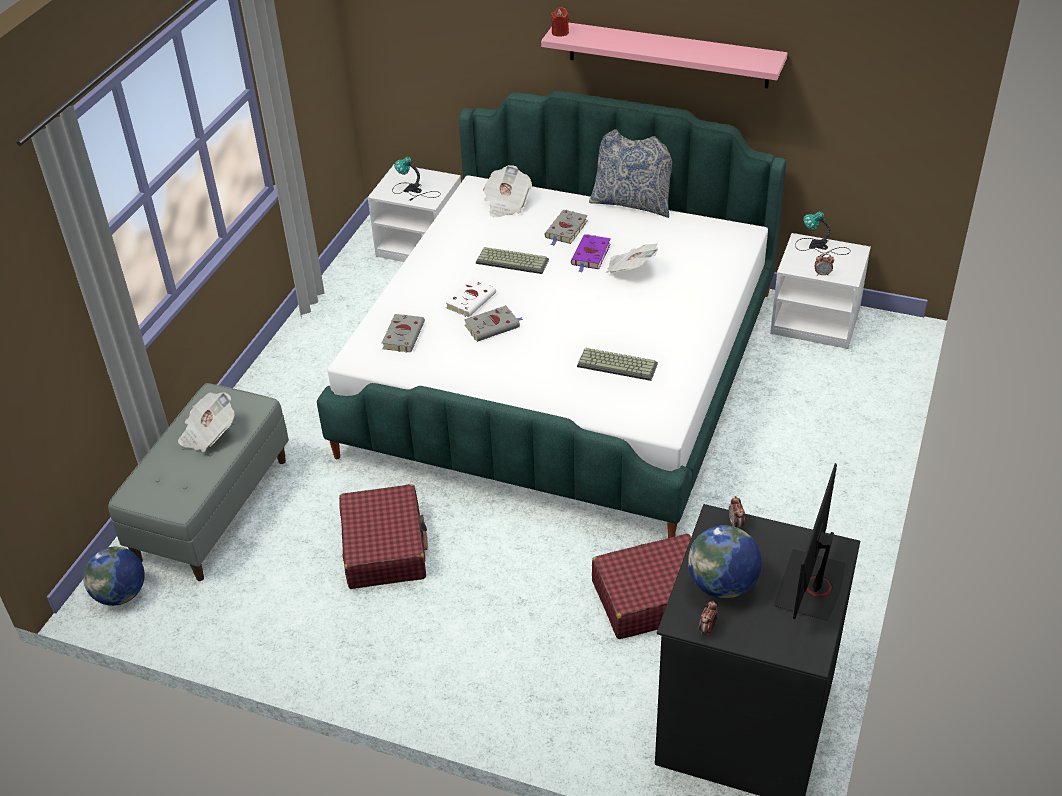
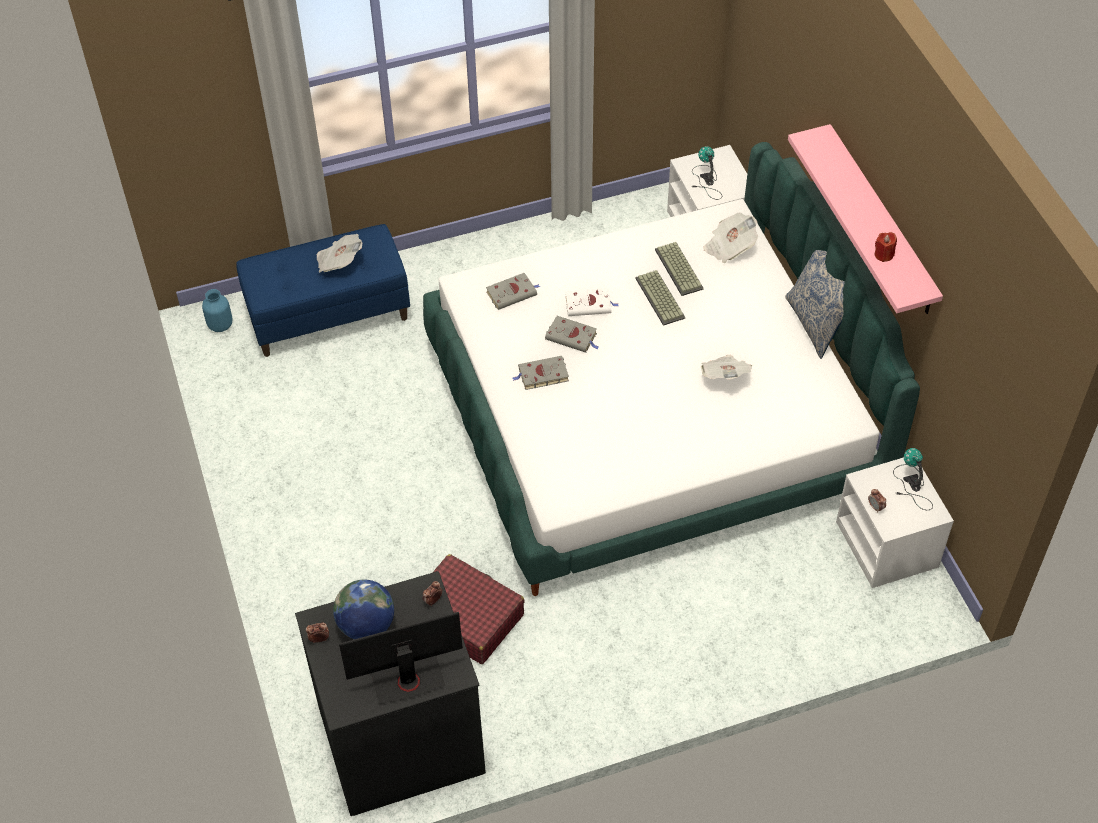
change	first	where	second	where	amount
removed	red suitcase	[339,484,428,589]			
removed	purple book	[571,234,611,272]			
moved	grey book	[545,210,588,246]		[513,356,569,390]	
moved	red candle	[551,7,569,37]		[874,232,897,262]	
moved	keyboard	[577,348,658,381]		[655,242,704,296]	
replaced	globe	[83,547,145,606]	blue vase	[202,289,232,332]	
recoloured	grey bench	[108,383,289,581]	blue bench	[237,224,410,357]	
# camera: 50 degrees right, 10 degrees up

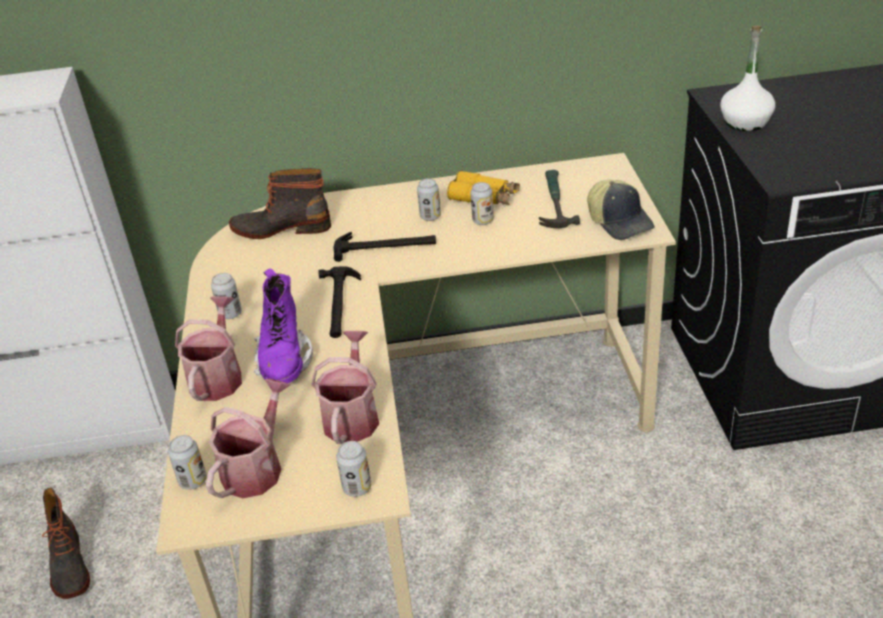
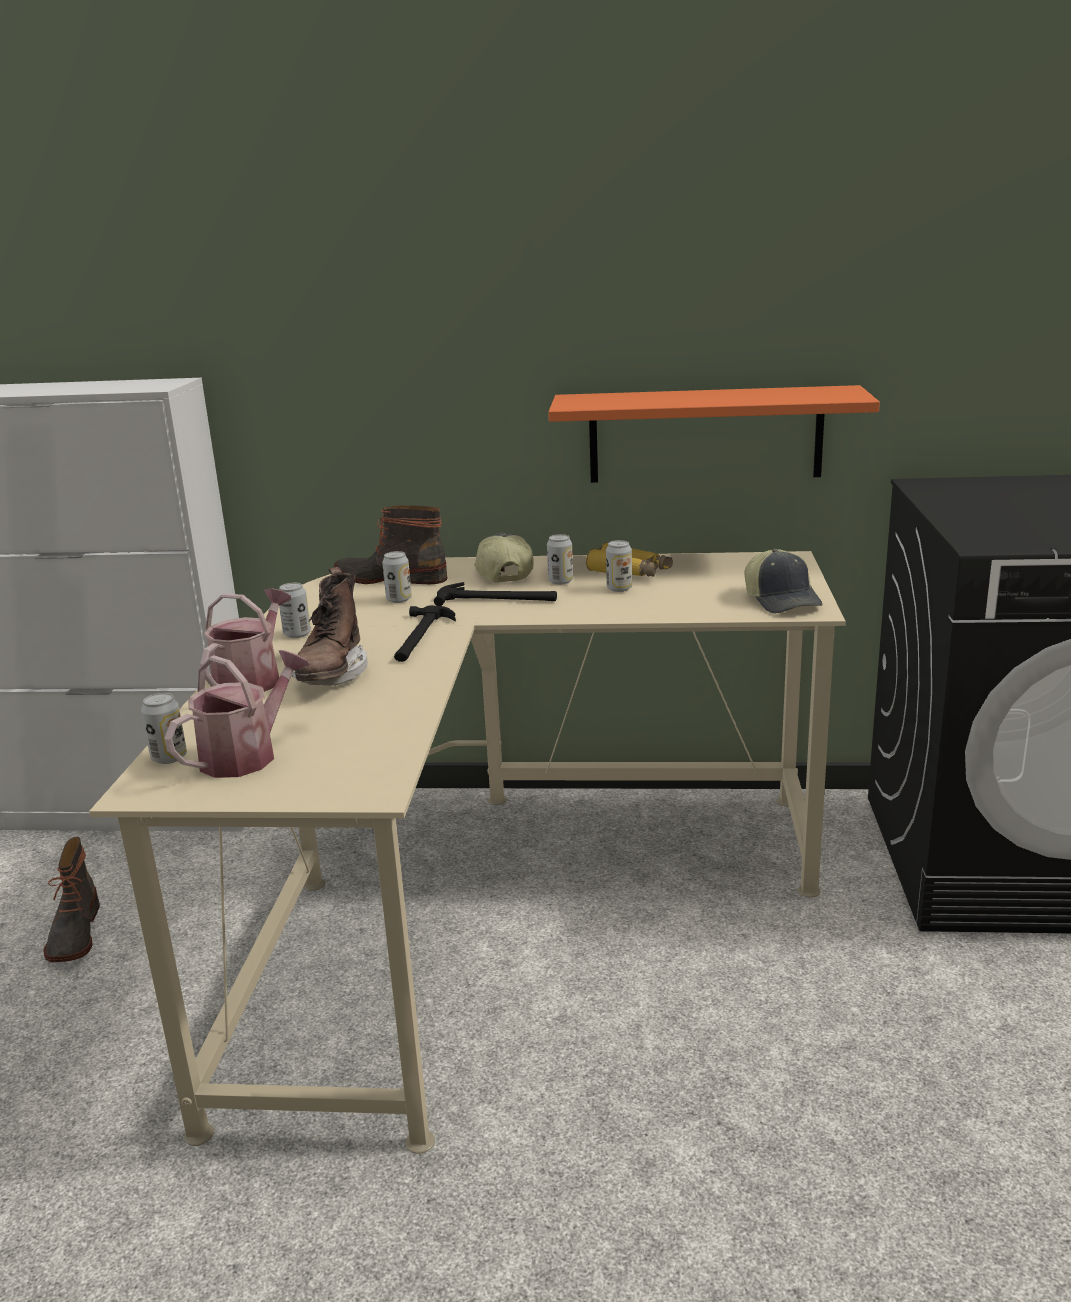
change	first	where	second	where	amount
removed	watering can	[311,331,379,444]			
removed	hammer	[539,170,580,228]			
removed	white bottle	[720,25,775,131]			
added			cap	[474,532,534,583]	
added			orange shelf	[548,385,880,483]	
moved	can	[336,441,371,497]		[382,551,412,603]	
recoloured	purple boot	[254,268,313,383]	brown boot	[291,567,368,685]	
# camera: 10 degrees right, 15 degrees down

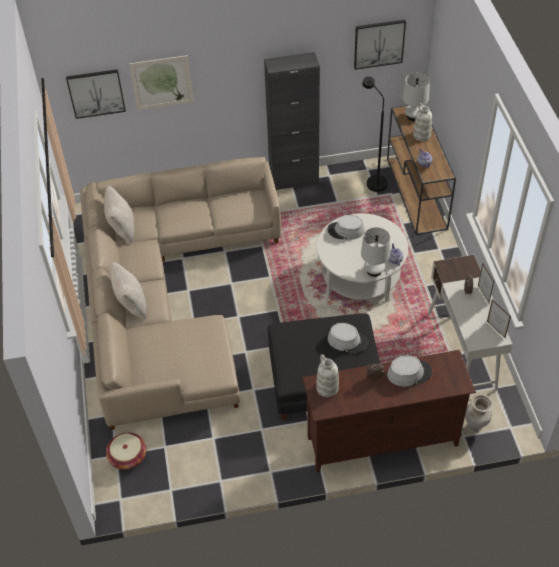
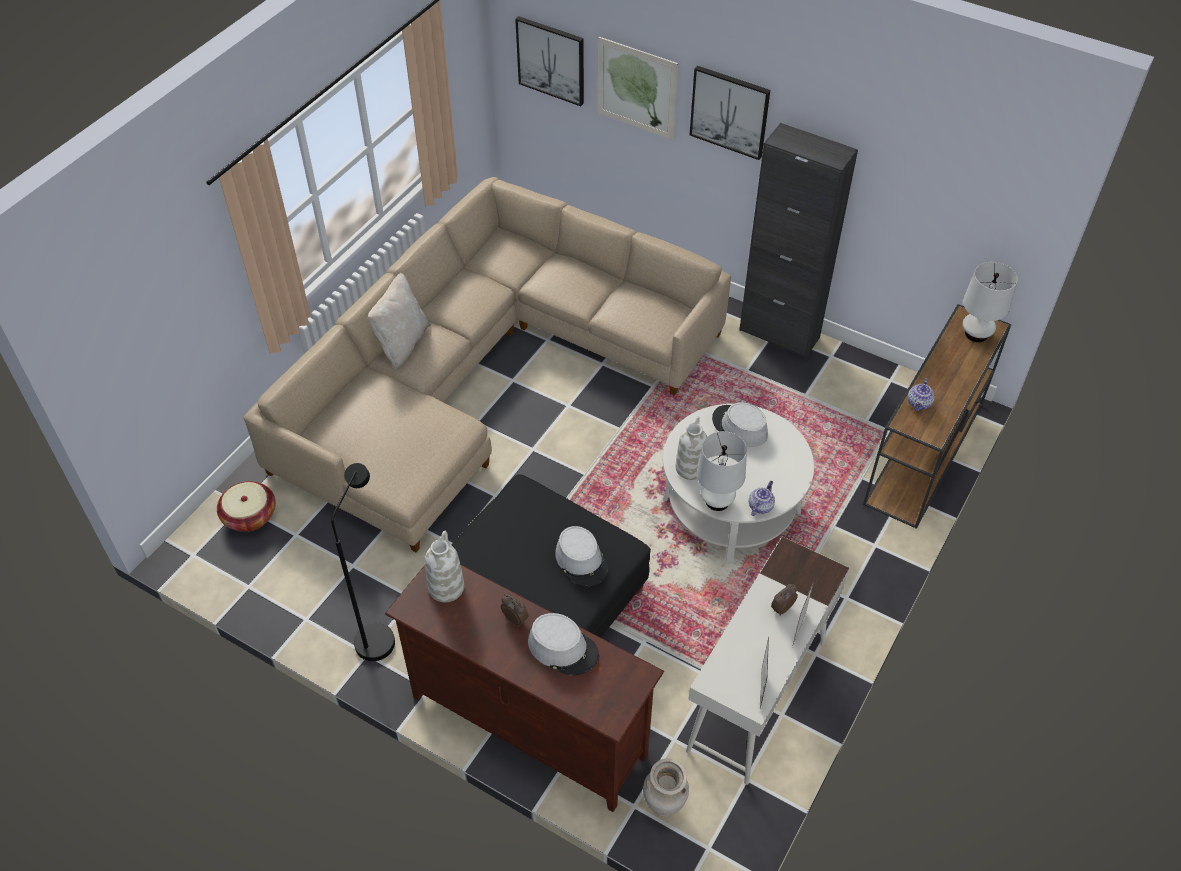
change	first	where	second	where	amount
removed	beige pillow	[104,186,134,244]			
moved	picture	[354,20,406,70]		[690,66,770,160]	
moved	black floor lamp	[362,76,388,192]		[331,463,395,661]	
moved	white vase	[413,103,432,141]		[675,416,707,480]	
# camera: 40 degrees right, 0 degrees up

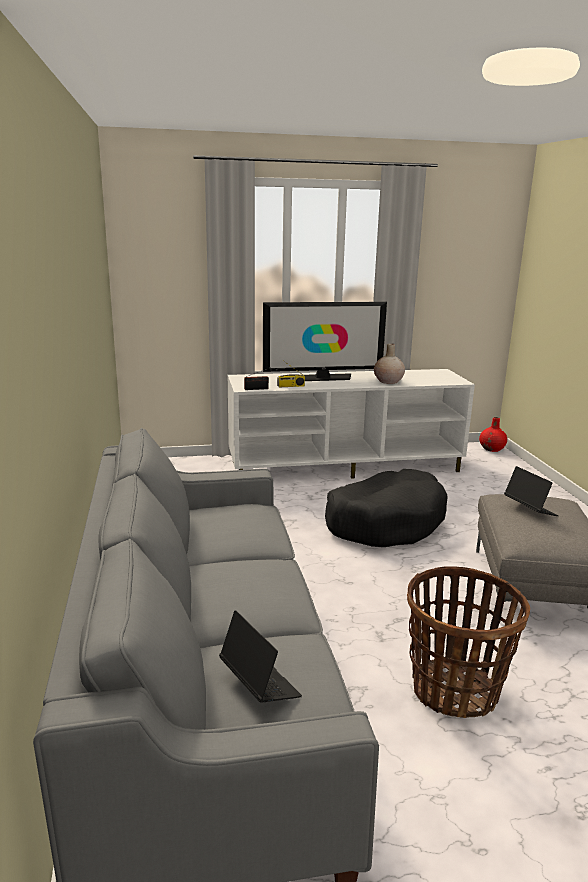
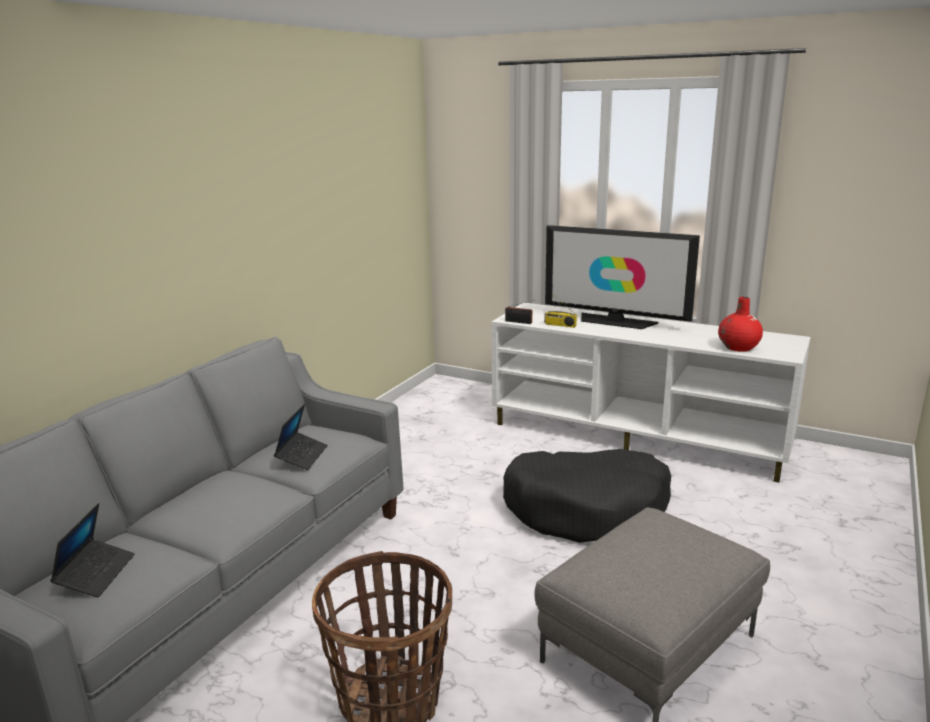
change	first	where	second	where	amount
removed	beige vase	[374,343,405,384]			
moved	red vase	[479,417,507,452]		[718,297,763,352]	
moved	laptop	[504,466,559,516]		[274,404,328,470]	
# camera: 40 degrees right, 0 degrees up

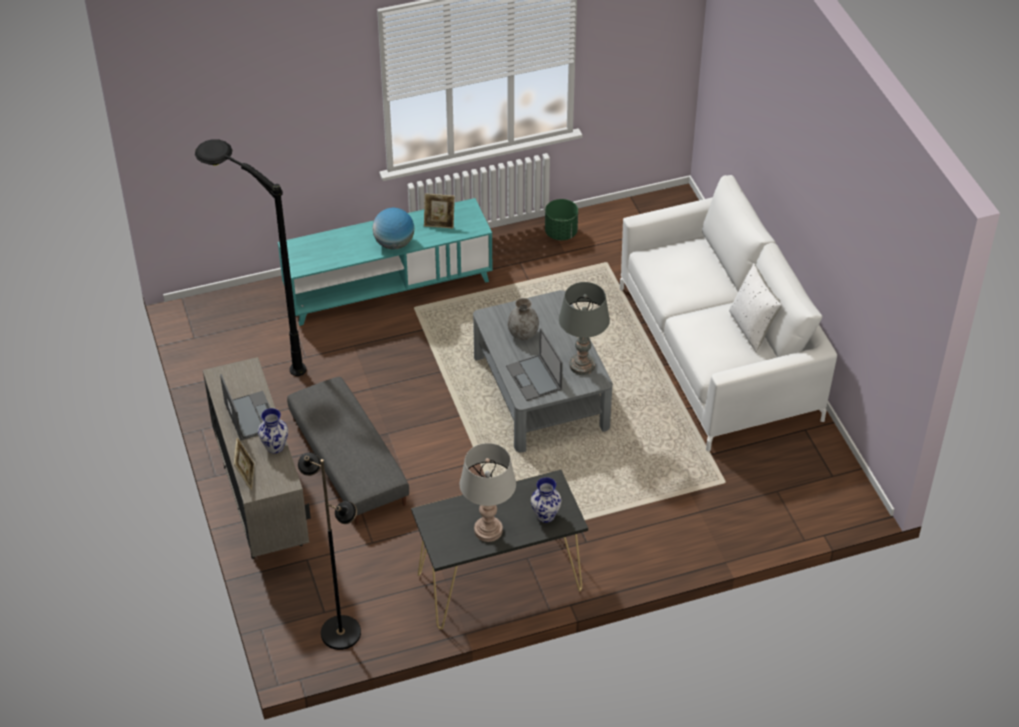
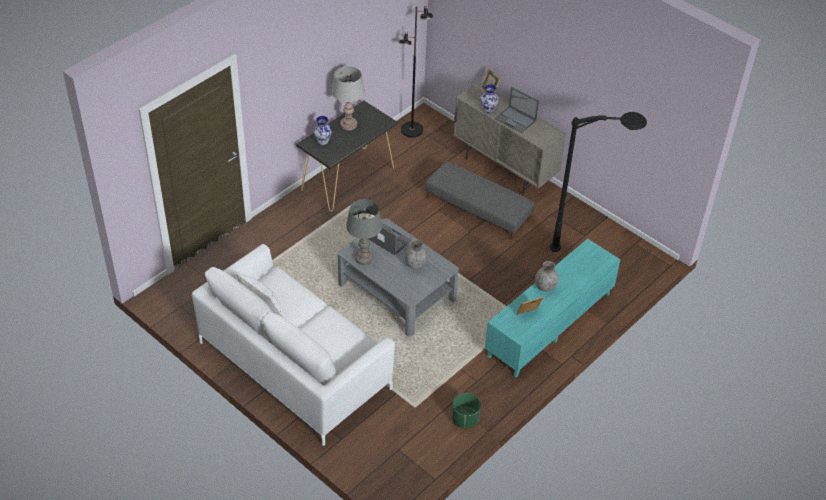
change	first	where	second	where	amount
replaced	globe	[372,207,414,250]	grey vase	[535,261,558,292]	
# camera: 150 degrees right, 0 degrees up

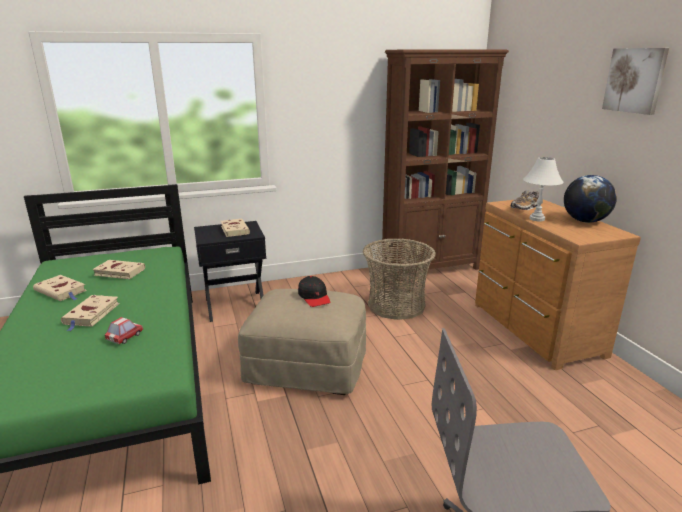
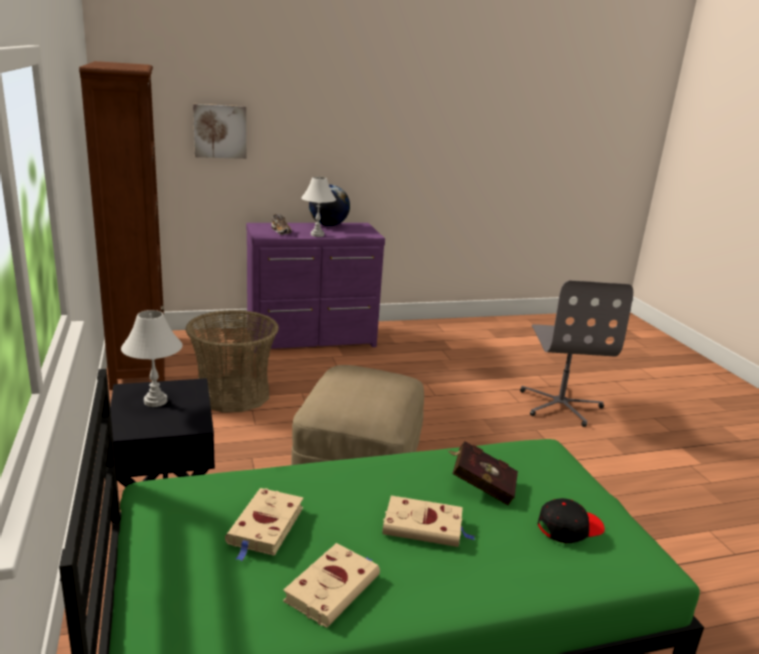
change	first	where	second	where	amount
moved	black cap	[298,276,330,307]		[538,498,605,543]	
moved	picture	[602,48,669,115]		[193,104,246,159]	
replaced	toy car	[105,317,143,344]	red book	[447,441,518,506]	
replaced	beige book	[221,218,250,237]	white table lamp	[121,310,183,407]	
recoloured	brown dresser	[475,199,641,370]	purple dresser	[246,223,385,349]	
# camera: 90 degrees left, 0 degrees up

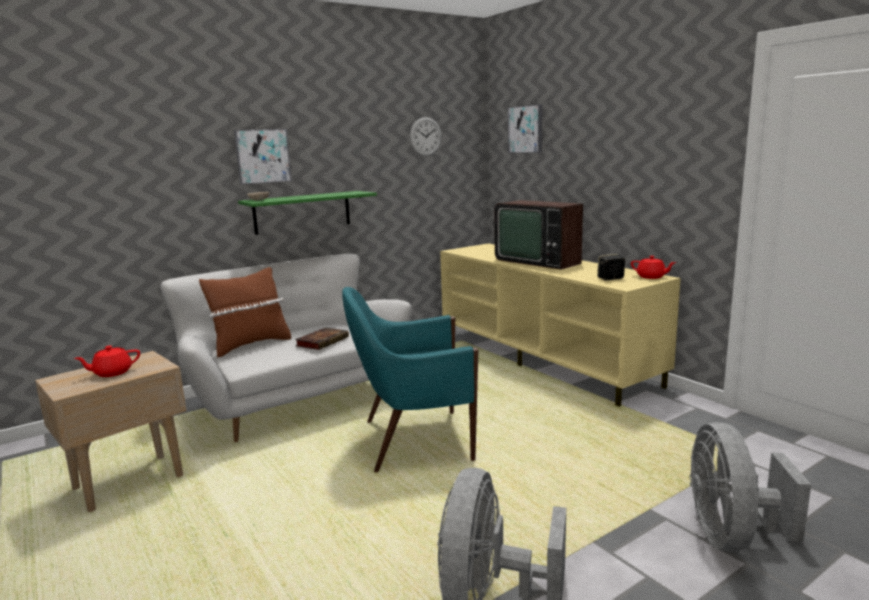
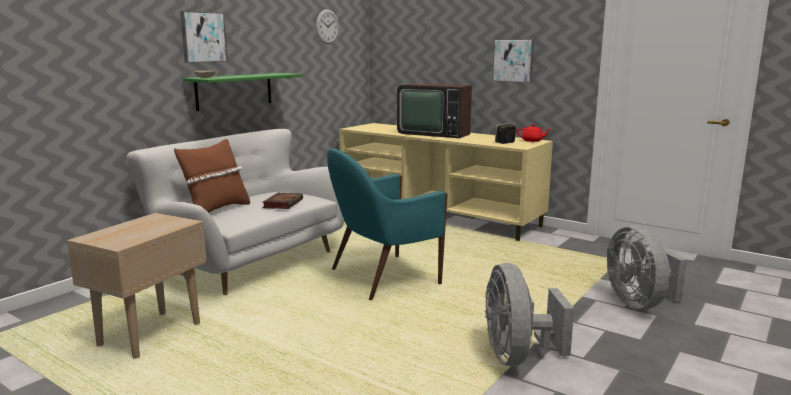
change	first	where	second	where	amount
removed	red teapot	[74,346,140,377]			
moved	picture	[508,104,542,153]		[492,39,534,83]	
# camera: 20 degrees left, 0 degrees up

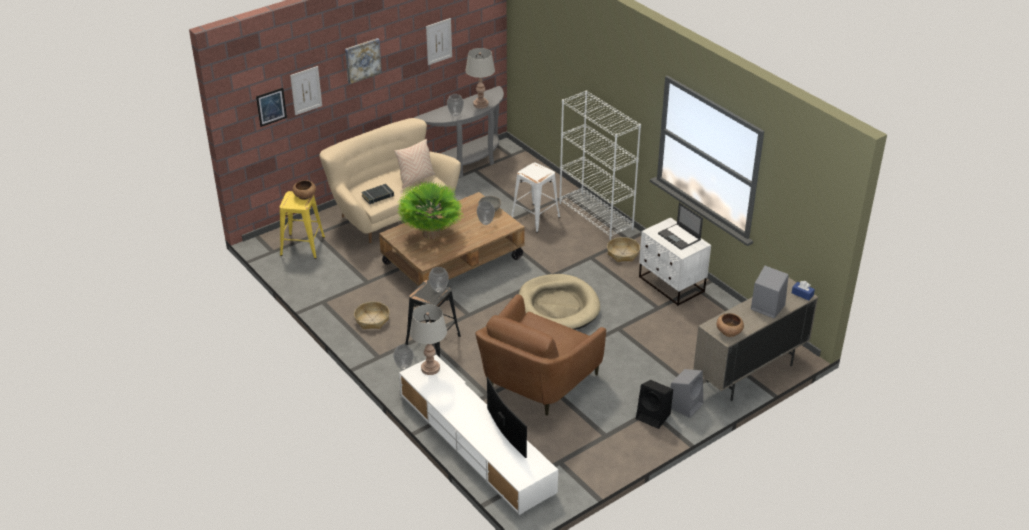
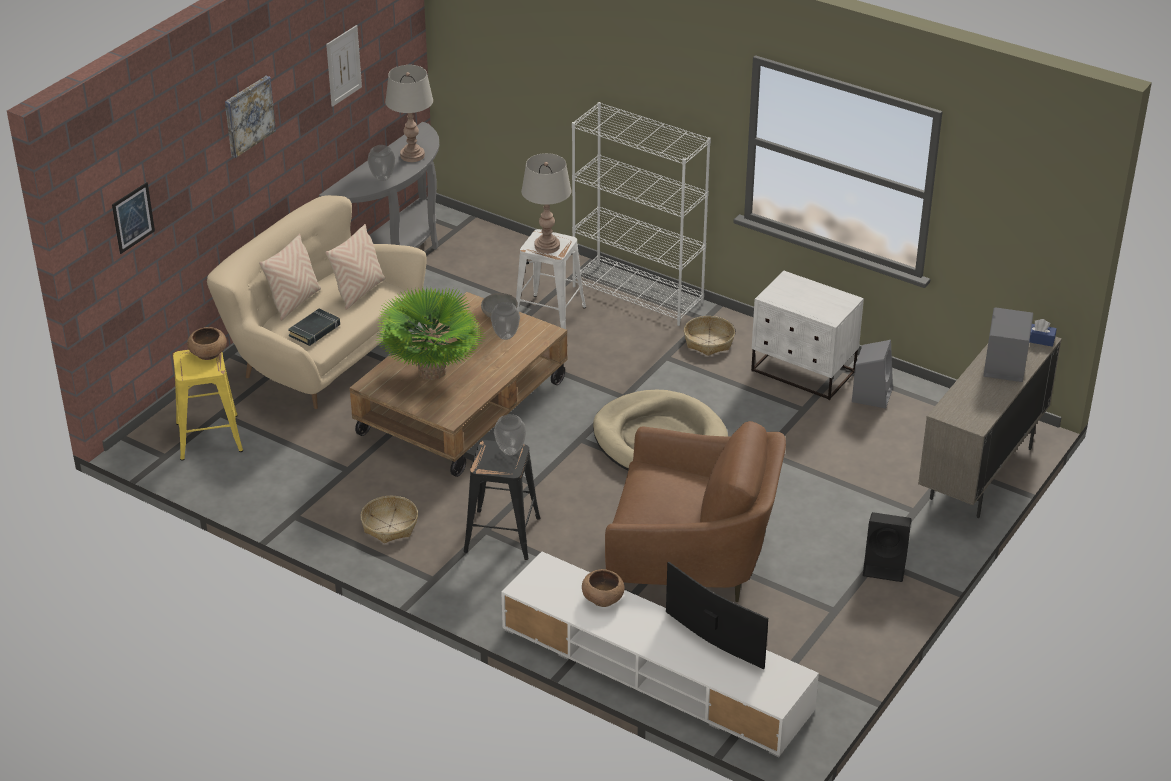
change	first	where	second	where	amount
removed	picture	[290,66,322,115]			
removed	vase	[393,344,414,370]			
removed	laptop	[658,202,703,250]			
added			beige pillow	[259,234,321,321]	
moved	grey table lamp	[410,304,447,375]		[521,153,571,254]	
moved	grey speaker	[670,369,703,418]		[852,340,893,409]	
moved	brown bowl	[717,313,744,337]		[582,569,625,607]	
turned	brown armchair	[475,294,606,416]		[605,421,786,602]	90 degrees counterclockwise
# camera: 20 degrees left, 0 degrees up

